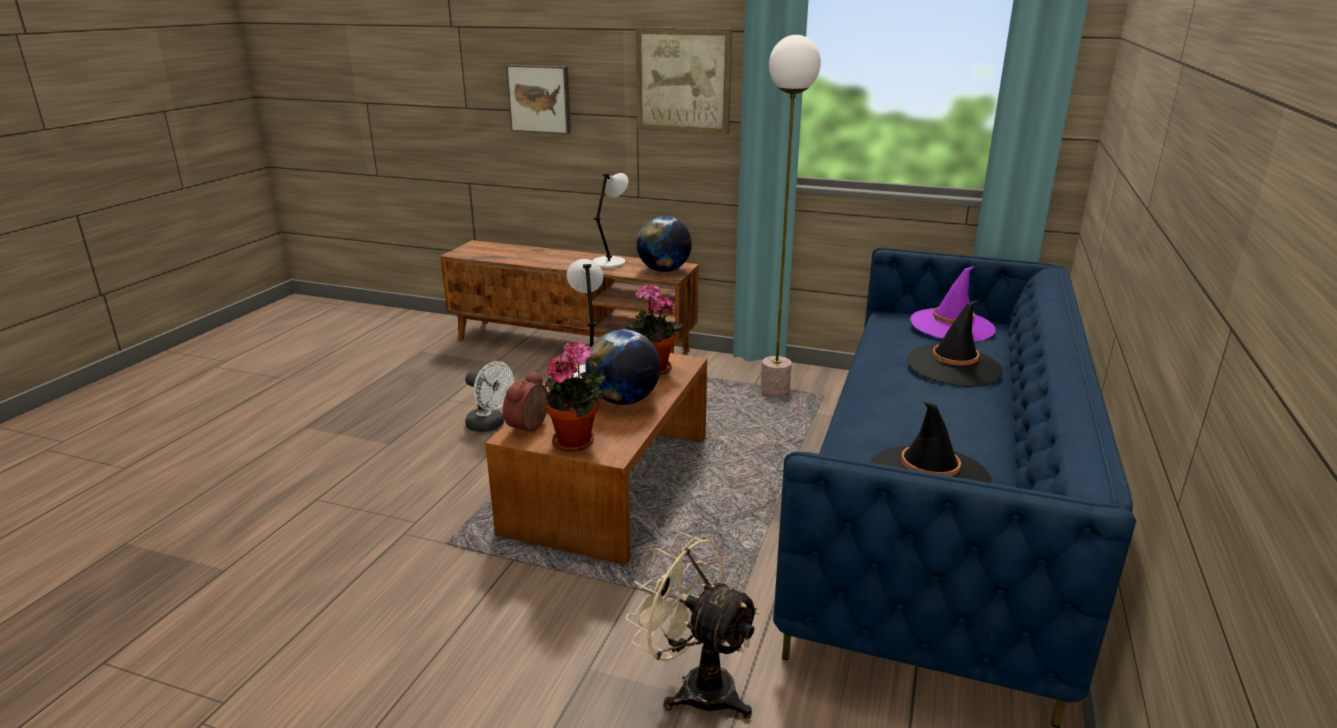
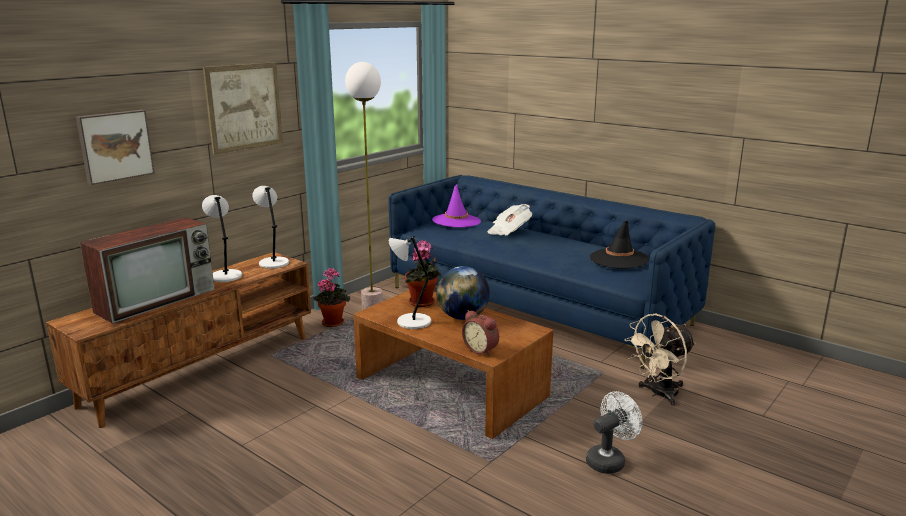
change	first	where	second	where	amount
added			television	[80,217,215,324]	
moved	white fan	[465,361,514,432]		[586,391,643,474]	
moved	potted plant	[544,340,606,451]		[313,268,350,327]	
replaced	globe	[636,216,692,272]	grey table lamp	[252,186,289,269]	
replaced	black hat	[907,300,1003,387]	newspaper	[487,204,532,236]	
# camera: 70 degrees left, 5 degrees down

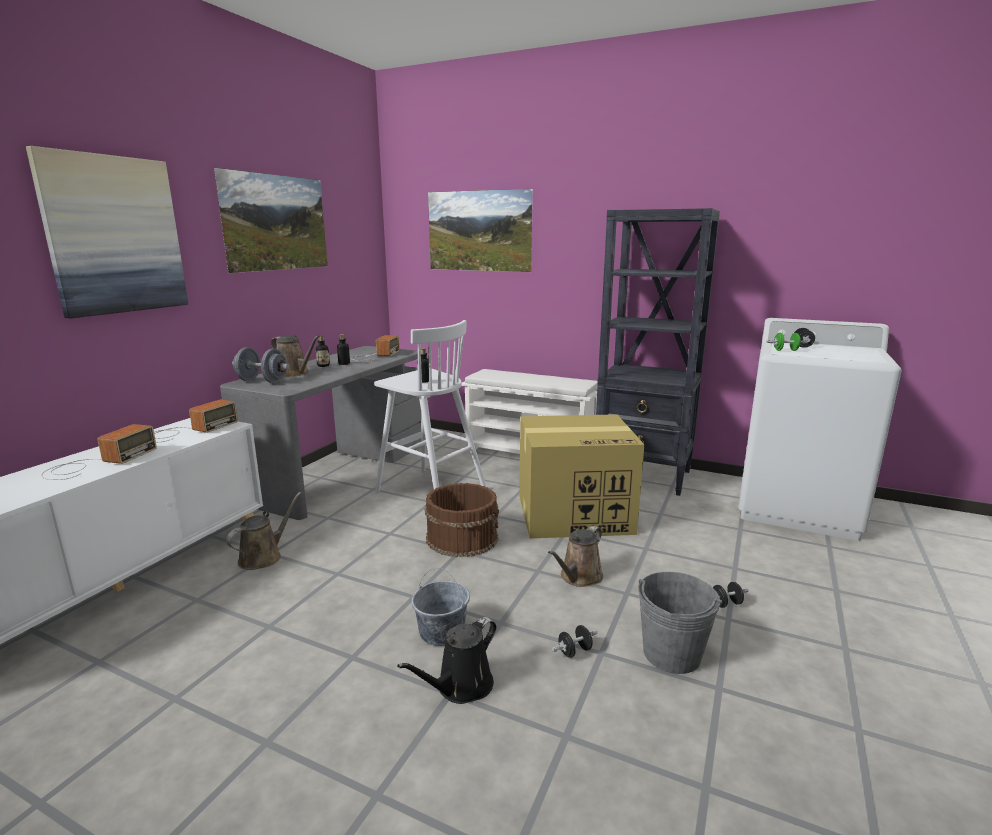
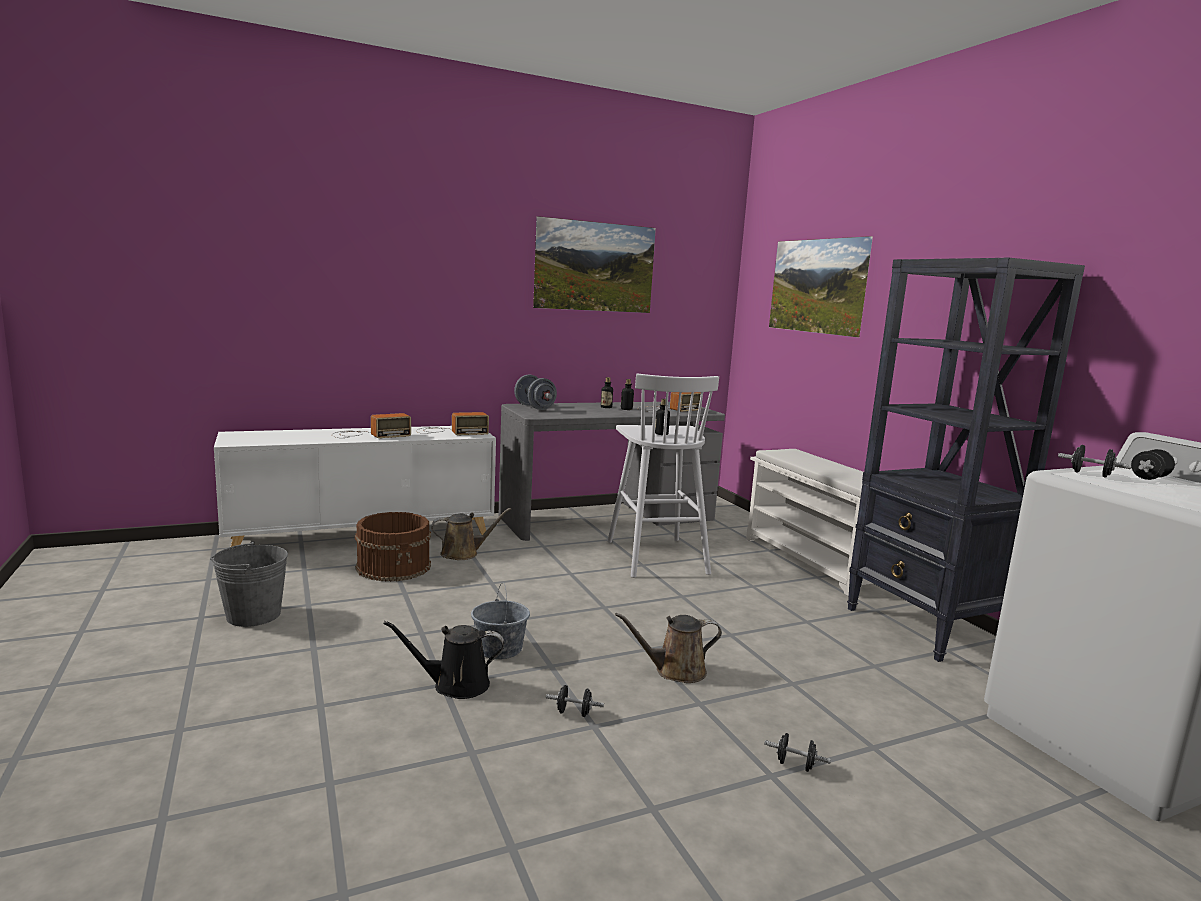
change	first	where	second	where	amount
removed	picture	[26,146,188,318]			
removed	brown watering can	[271,335,320,377]			
removed	cardboard box	[519,414,644,538]			
moved	brown bucket	[425,483,499,557]		[355,512,431,582]	
moved	grey bucket	[638,572,722,674]		[210,541,288,627]	
recoloured	green dumbbell	[766,333,808,351]	black dumbbell	[1058,445,1132,477]	
# camera: 40 degrees right, 5 degrees down

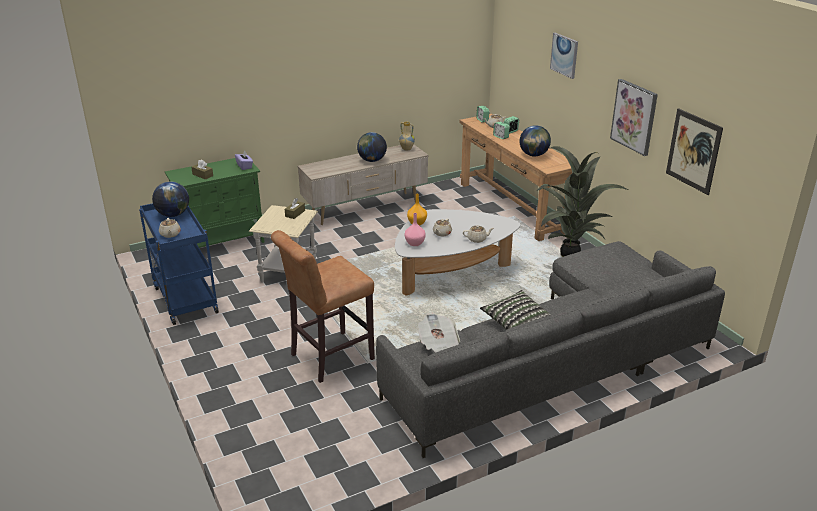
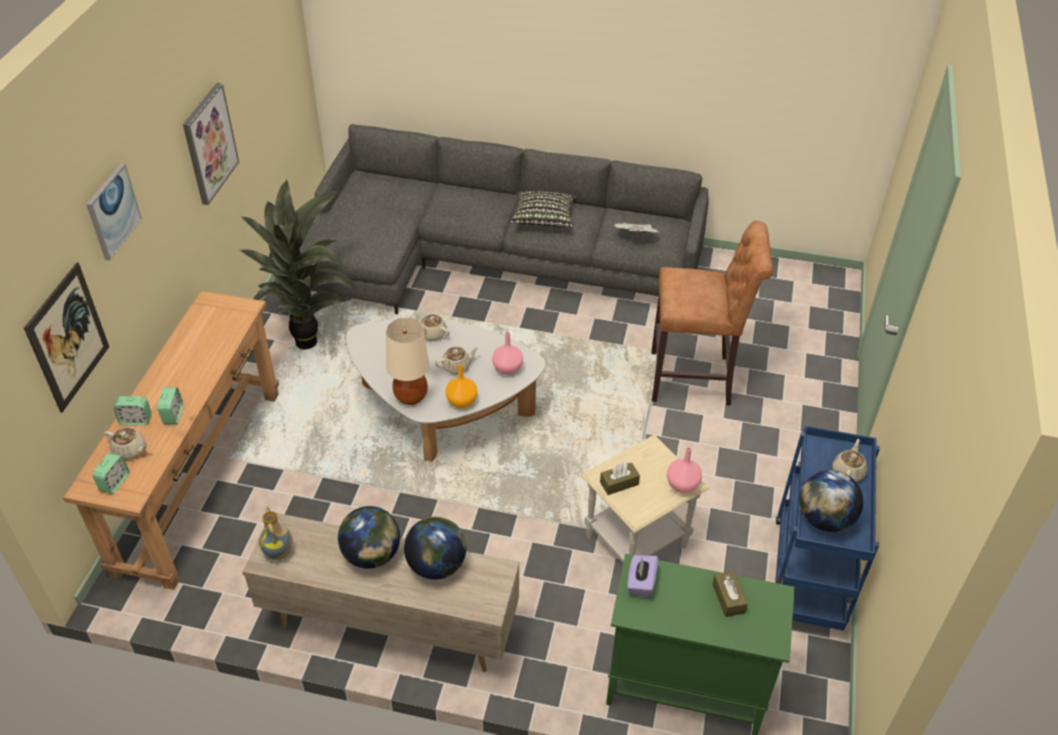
change	first	where	second	where	amount
added			beige table lamp	[386,318,430,405]	
added			pink vase	[667,447,702,493]	
moved	globe	[520,125,551,156]		[404,517,466,580]	
moved	picture	[666,108,723,195]		[24,262,109,413]	
# camera: 140 degrees left, 15 degrees up

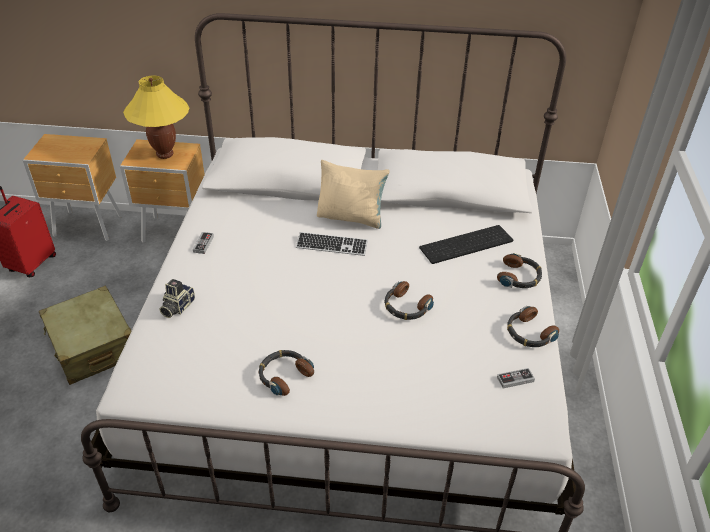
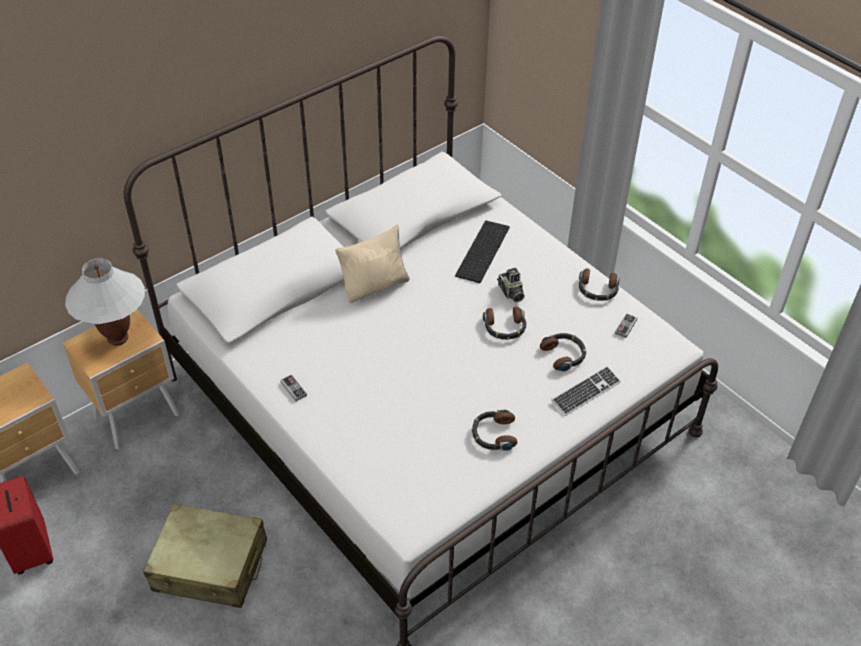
change	first	where	second	where	amount
moved	photo camera	[160,279,195,318]		[497,268,525,303]	
moved	keyboard	[296,232,368,256]		[551,366,621,416]	
moved	headphones	[497,253,542,288]		[540,333,586,372]	
recoloured	yellow table lamp	[123,76,189,159]	white table lamp	[65,258,145,346]	
# camera: 45 degrees left, 5 degrees up

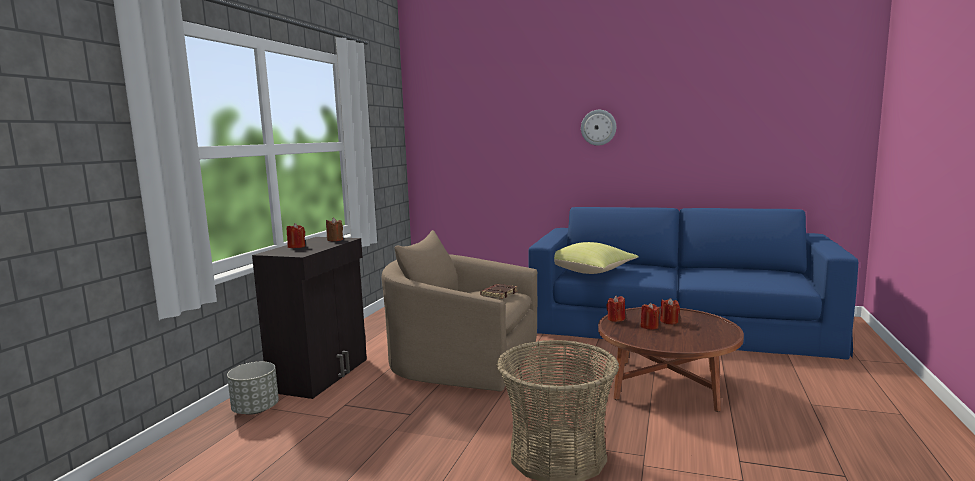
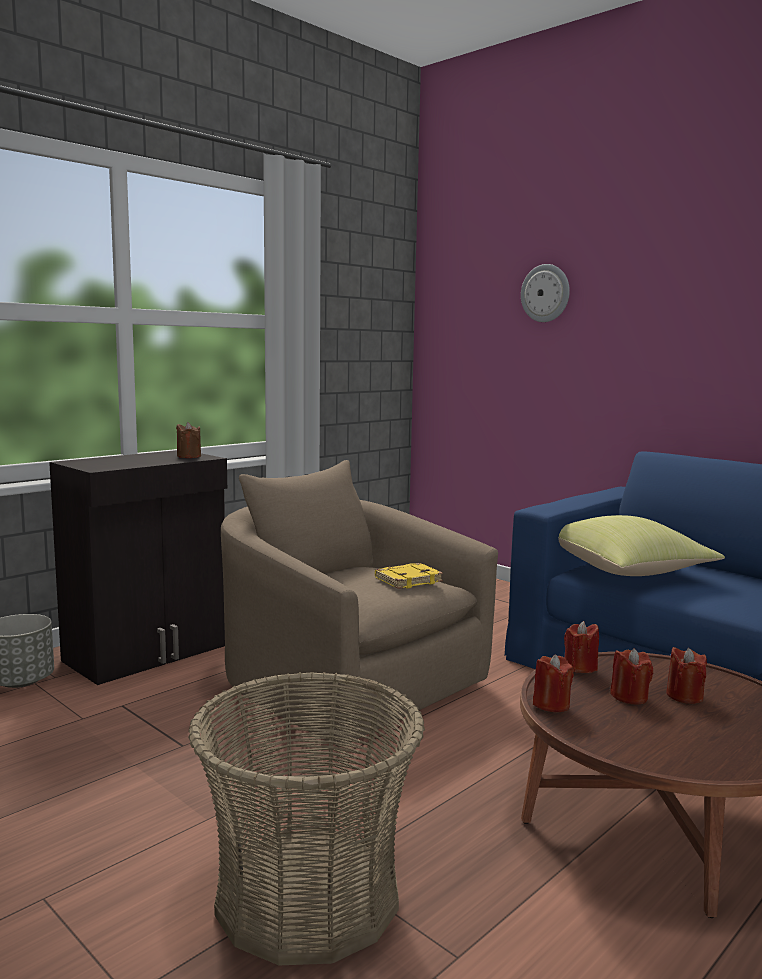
change	first	where	second	where	amount
moved	red candle	[287,223,305,248]		[533,655,574,712]	
moved	wall clock	[581,110,616,146]		[521,264,570,322]	
recoloured	brown book	[480,284,518,299]	yellow book	[375,563,443,589]	
# camera: 25 degrees right, 0 degrees up

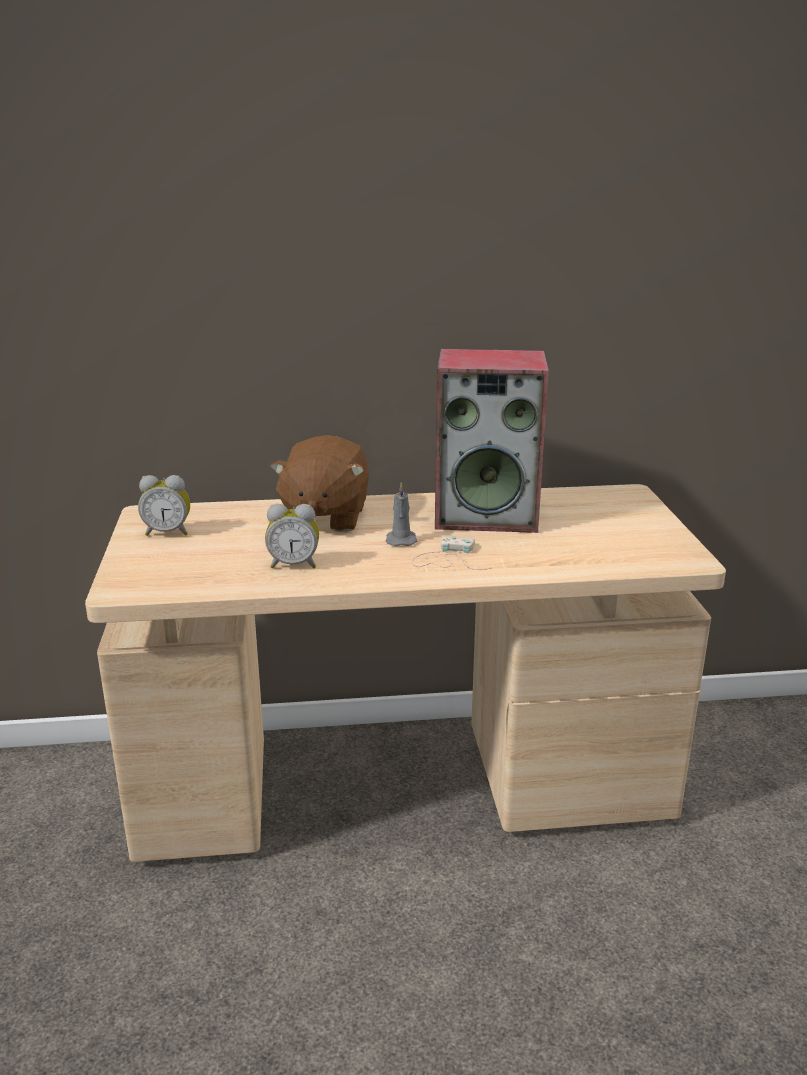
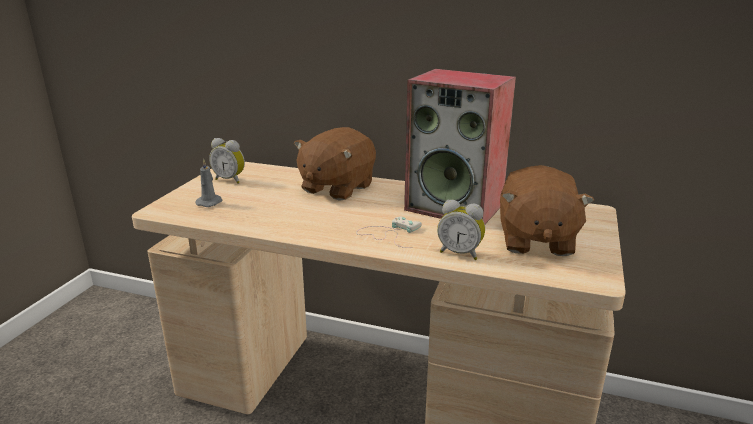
change	first	where	second	where	amount
added			brown plush toy	[500,165,594,256]	
moved	alarm clock	[265,504,319,568]		[437,200,485,260]	
moved	grey candle	[386,482,417,546]		[195,159,222,207]	
# camera: 25 degrees right, 0 degrees up

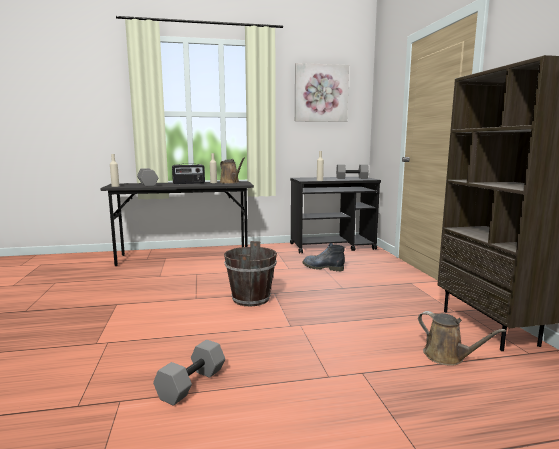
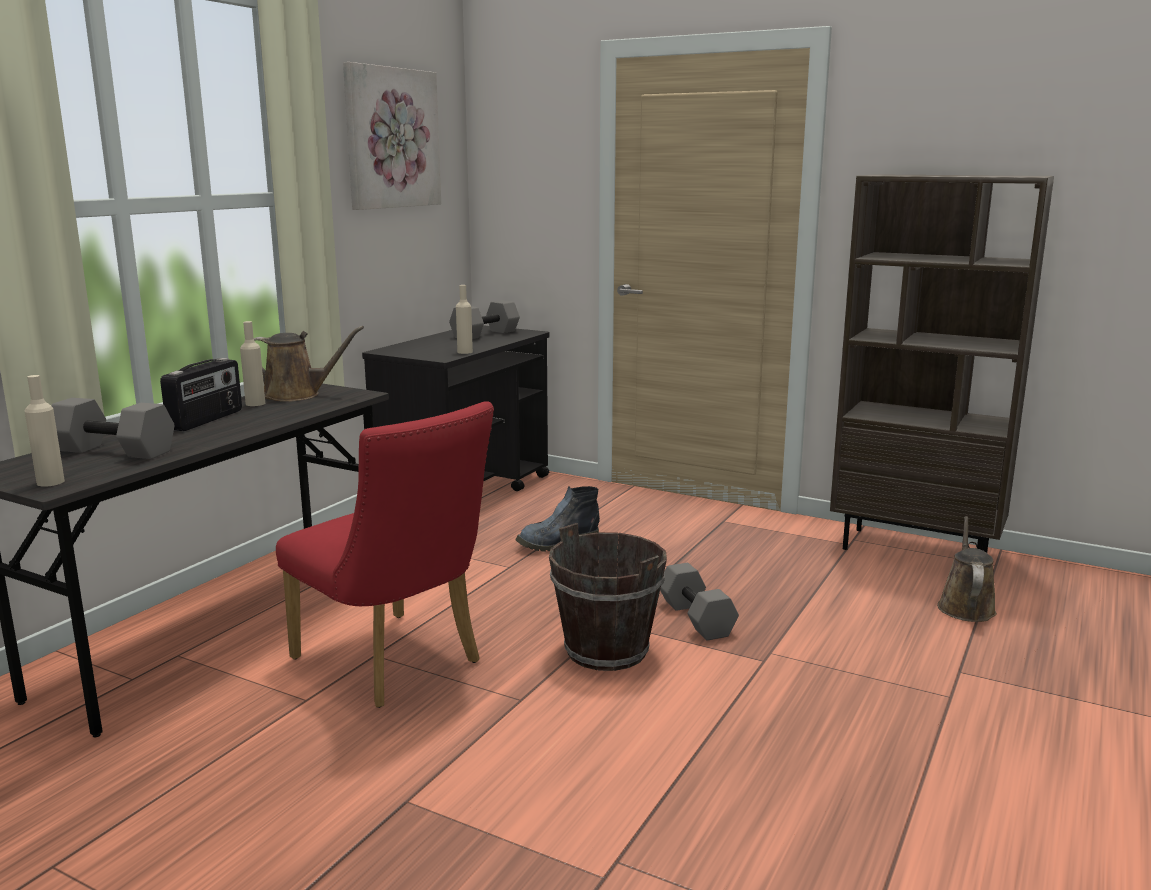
change	first	where	second	where	amount
added			red chair	[276,401,494,708]	
moved	grey dumbbell	[153,340,225,406]		[660,563,739,640]	
turned	brown watering can	[418,311,506,366]		[937,516,997,622]	75 degrees counterclockwise
# camera: 50 degrees left, 5 degrees up

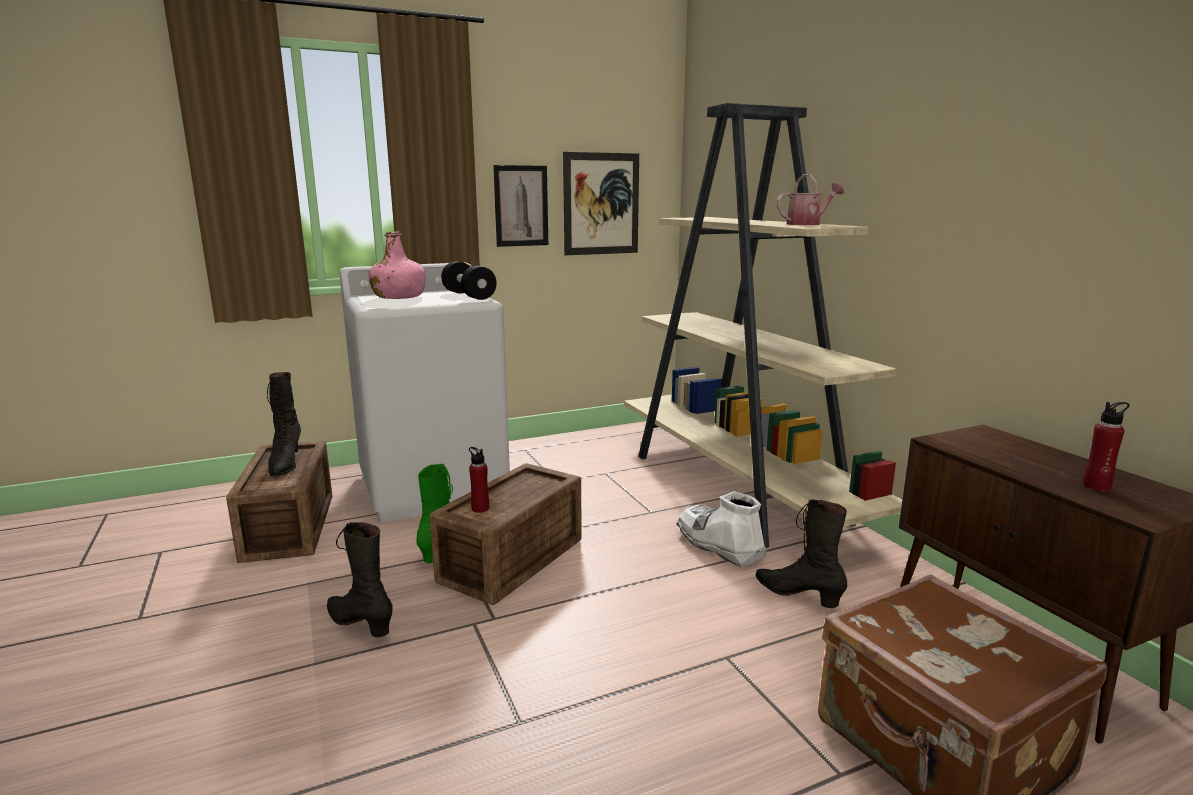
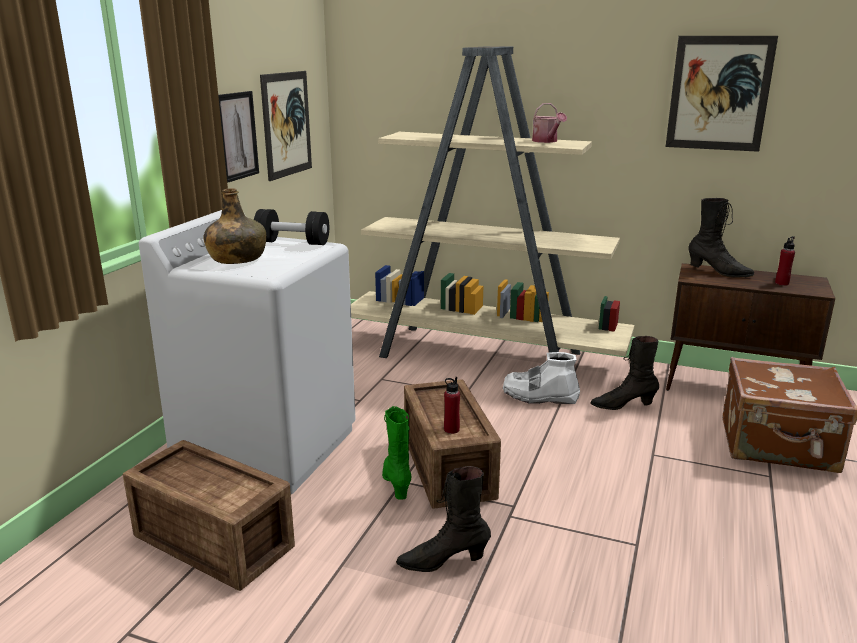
change	first	where	second	where	amount
added			picture	[666,36,778,152]	
moved	black boot	[267,372,301,477]		[688,198,754,278]	
recoloured	pink bottle	[368,231,426,299]	green bottle	[204,188,266,264]	
turned	watering can	[777,174,844,225]		[532,103,567,143]	135 degrees clockwise
# camera: 45 degrees left, 5 degrees up

